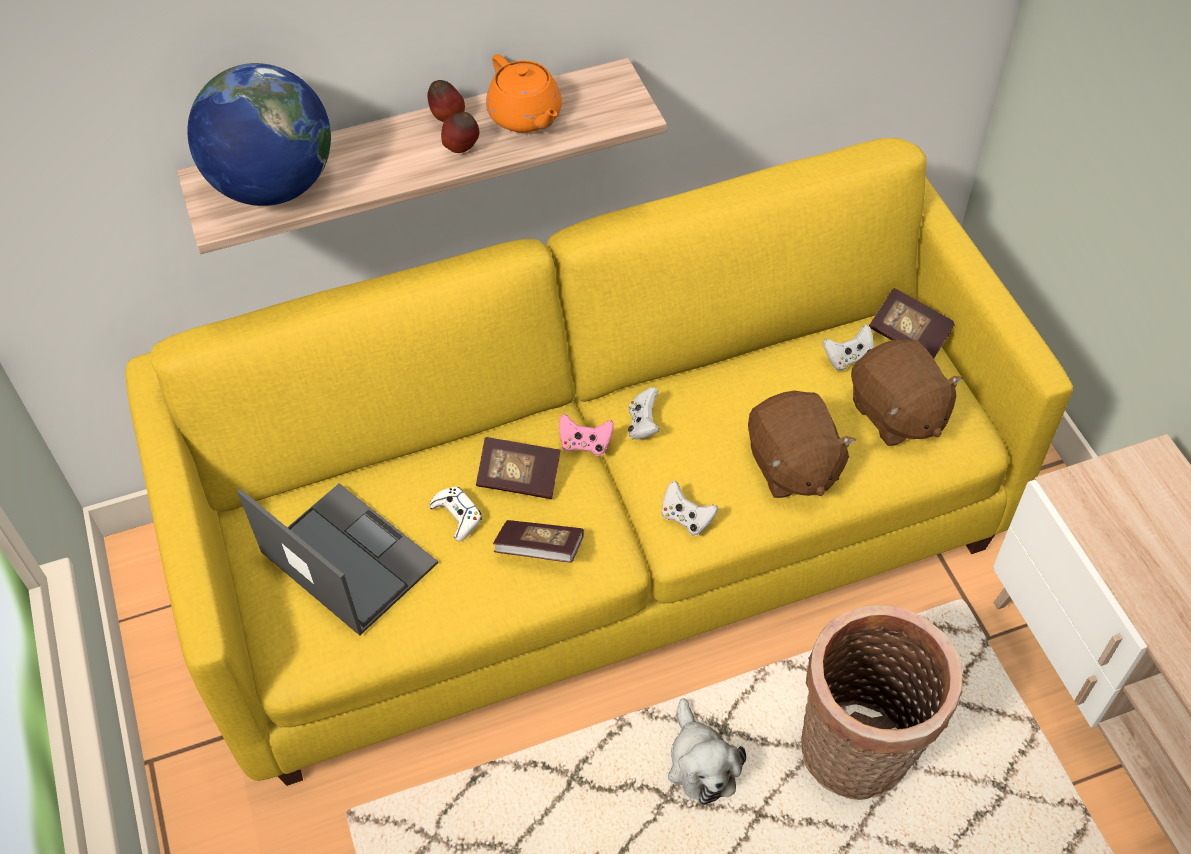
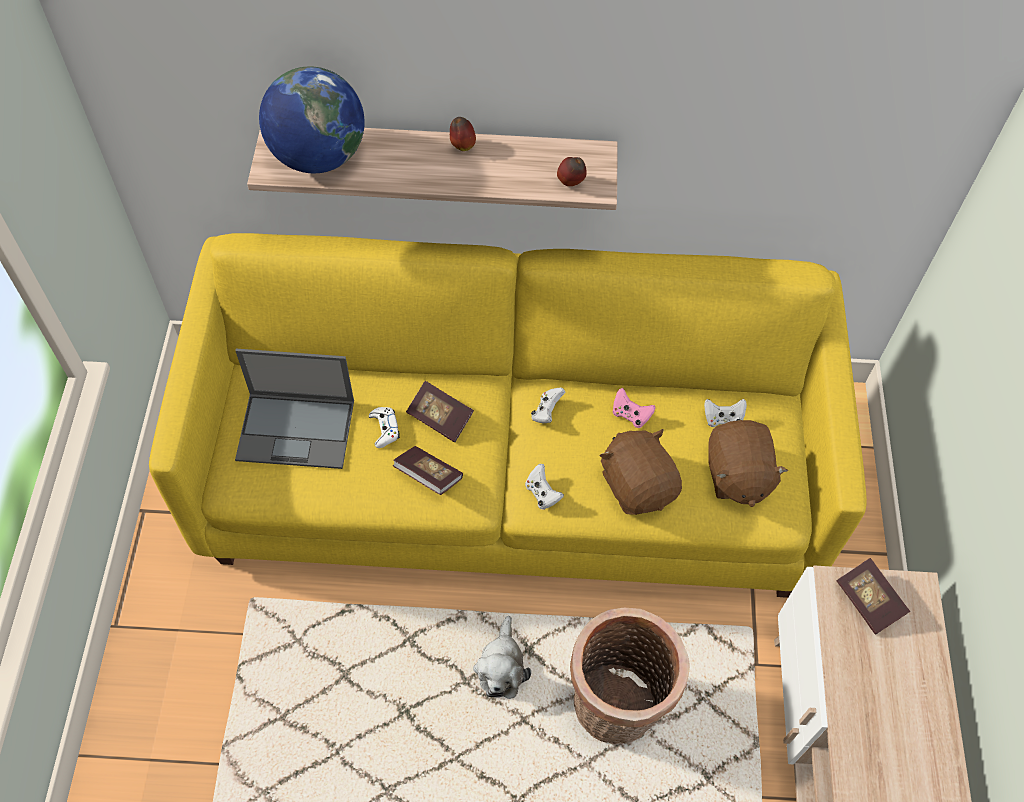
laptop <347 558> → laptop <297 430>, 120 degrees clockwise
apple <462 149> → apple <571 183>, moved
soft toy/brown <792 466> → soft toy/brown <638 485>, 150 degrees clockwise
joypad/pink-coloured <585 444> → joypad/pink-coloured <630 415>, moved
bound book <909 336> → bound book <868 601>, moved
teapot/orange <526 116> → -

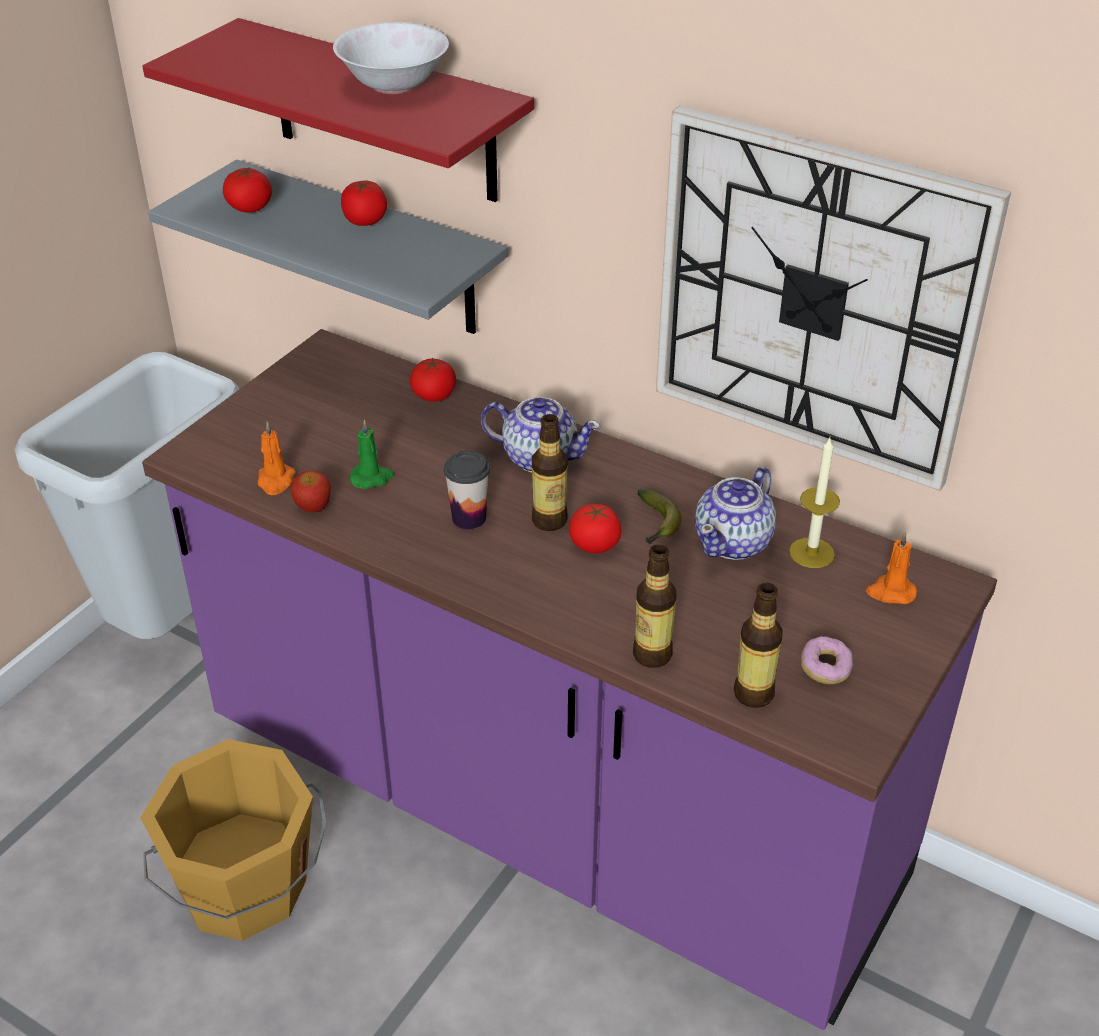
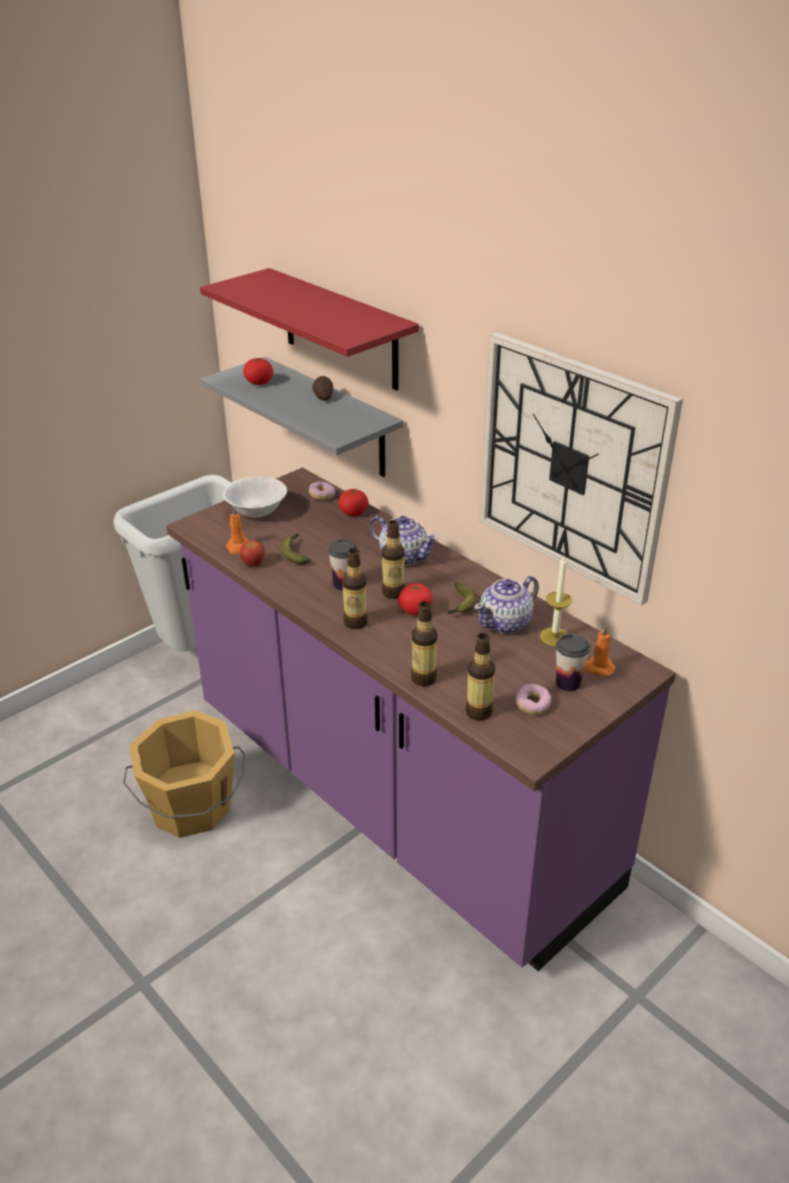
serving bowl/white <393 85> → serving bowl/white <256 512>, moved
wax candle/greenish <372 478> → banana <295 553>
- → donut <322 496>
tomato <365 221> → spud <323 397>
- → beverage bottle <355 622>
- → small cup <568 683>

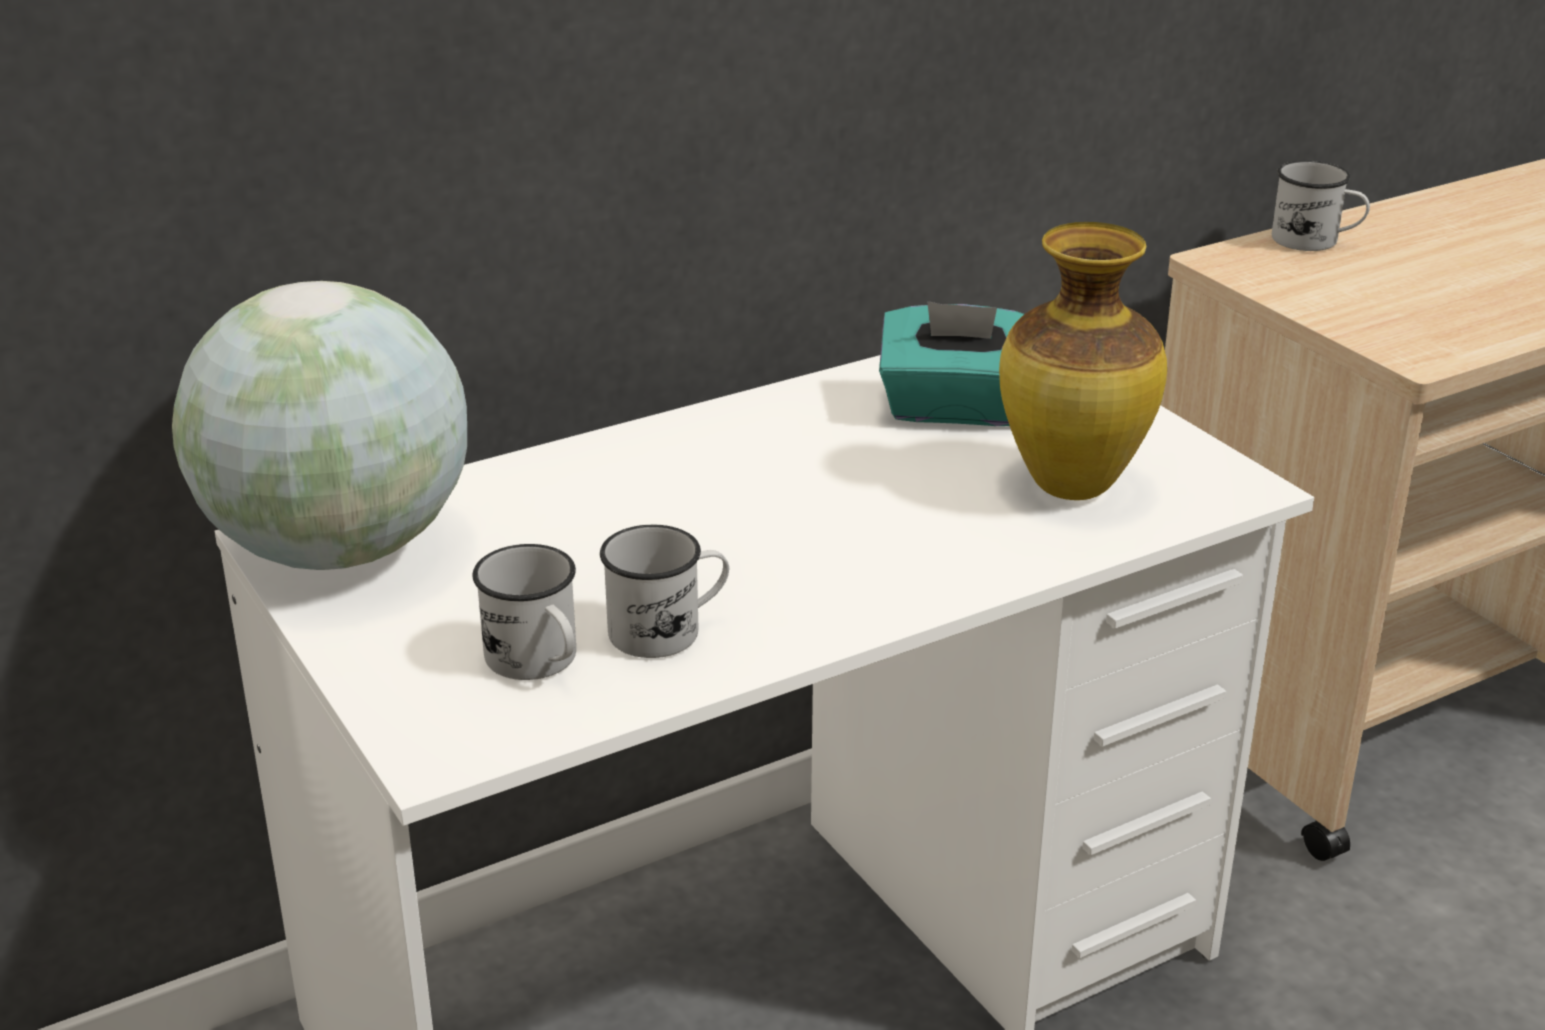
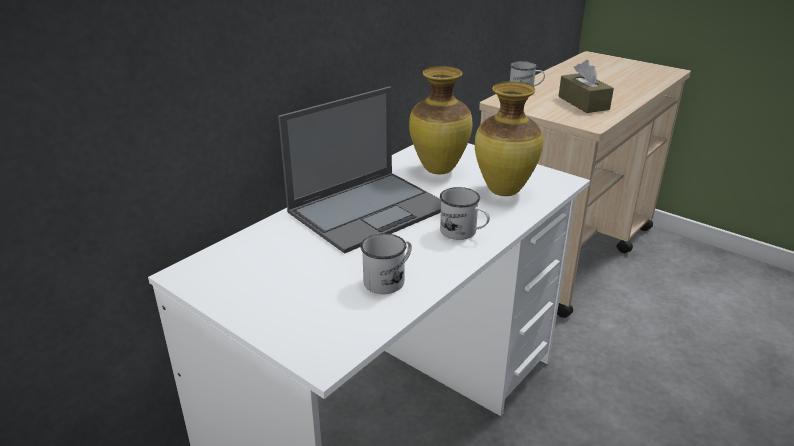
- → laptop <370 209>
tissue holder/turquoise-coloured <957 409> → flower vase <439 169>
coffee mug/white <538 662> → coffee mug/white <463 232>, moved
- → tissue holder/brown <583 103>
desk globe <339 548> → -

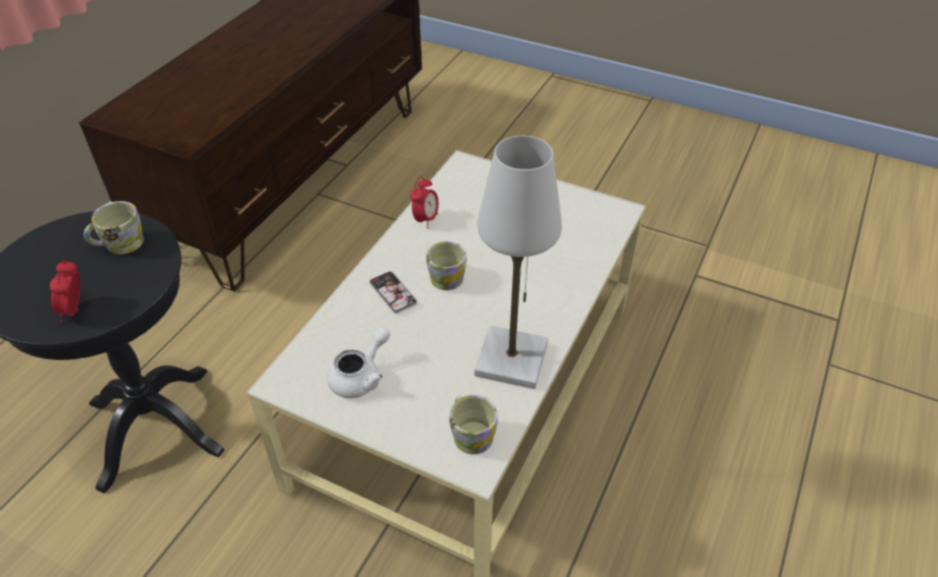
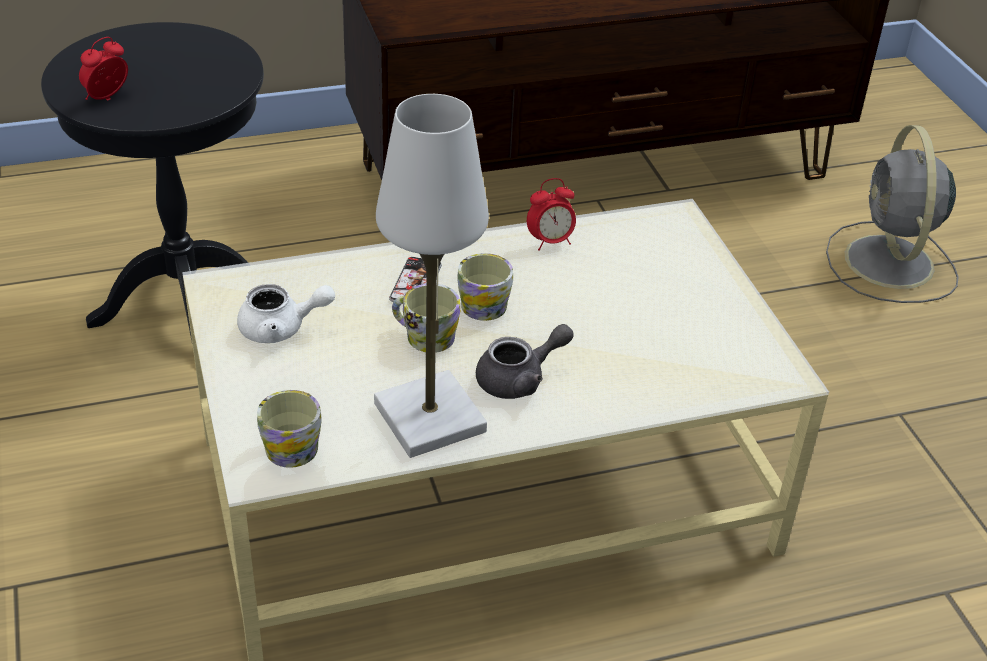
coffee mug <119 244> → coffee mug <424 336>, moved
- → teapot/gray <520 379>
- → fan/gray <890 264>

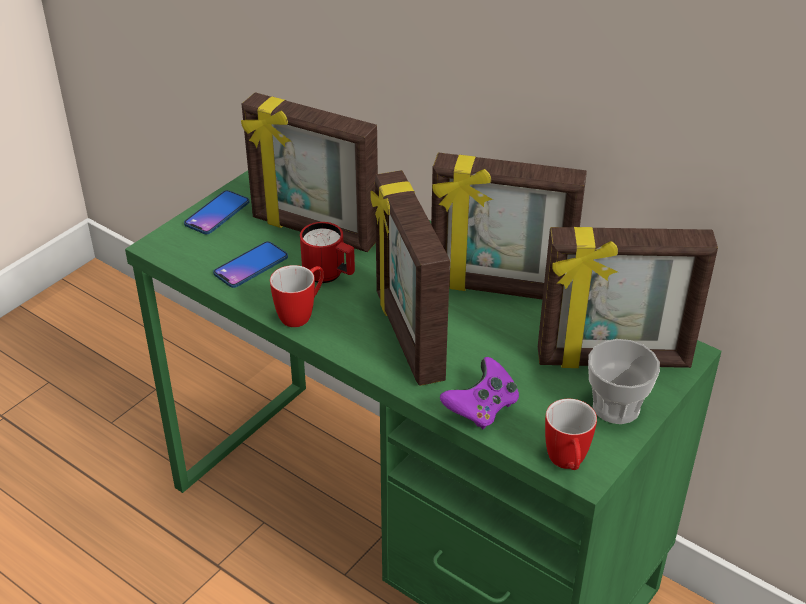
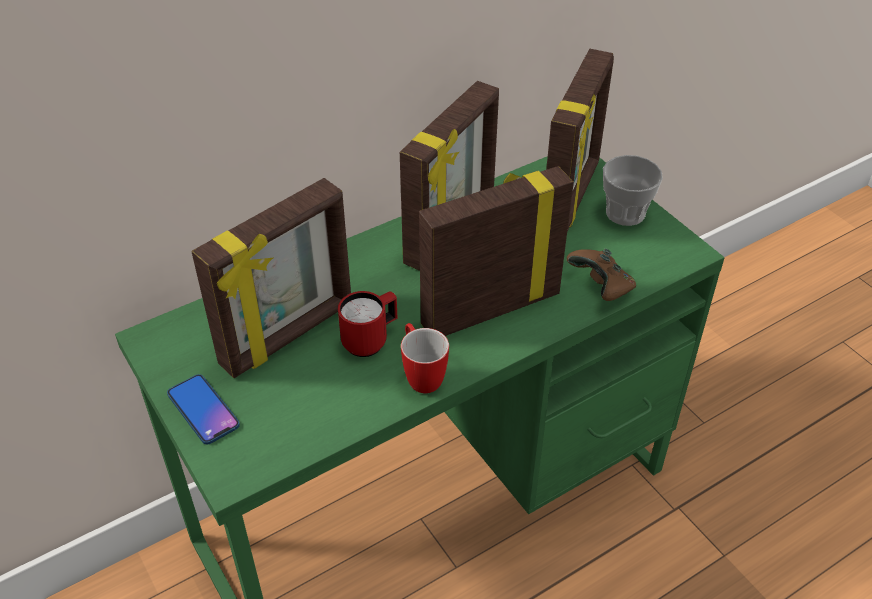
photo frame <407 336> → photo frame <489 308>, 150 degrees clockwise
joypad/purplish <481 409> → joypad/brown <601 287>
phone <251 266> → -
coffee mug <567 465> → -

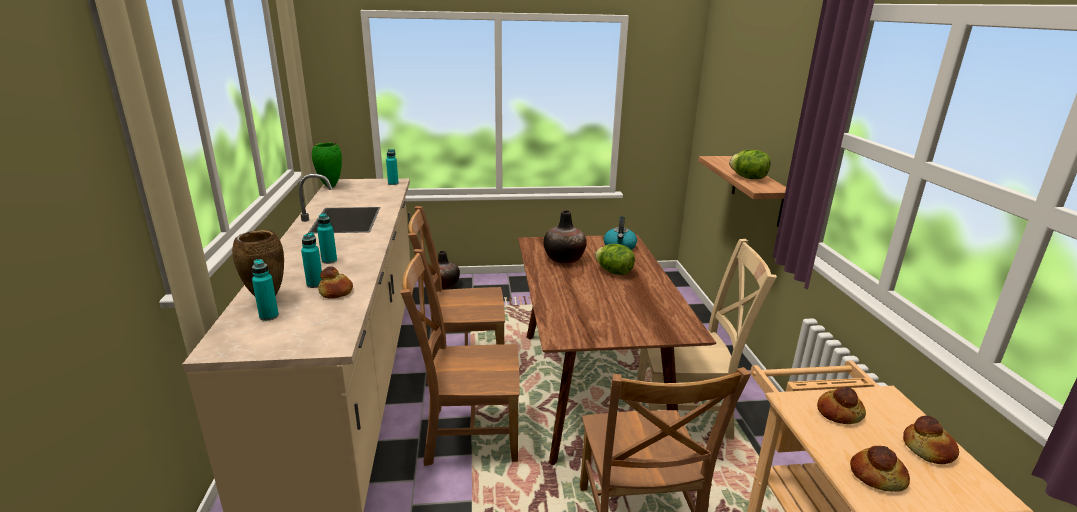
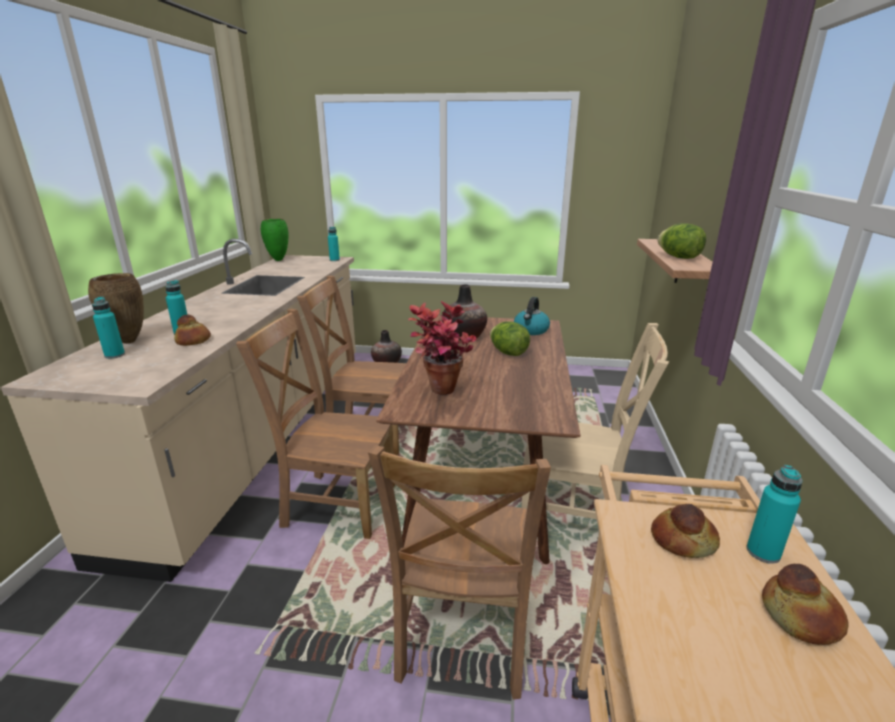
- → potted plant <441 394>
beverage bottle/turquoise-coloured <329 260> → beverage bottle/turquoise-coloured <763 552>, moved
baked bread <877 476> → -

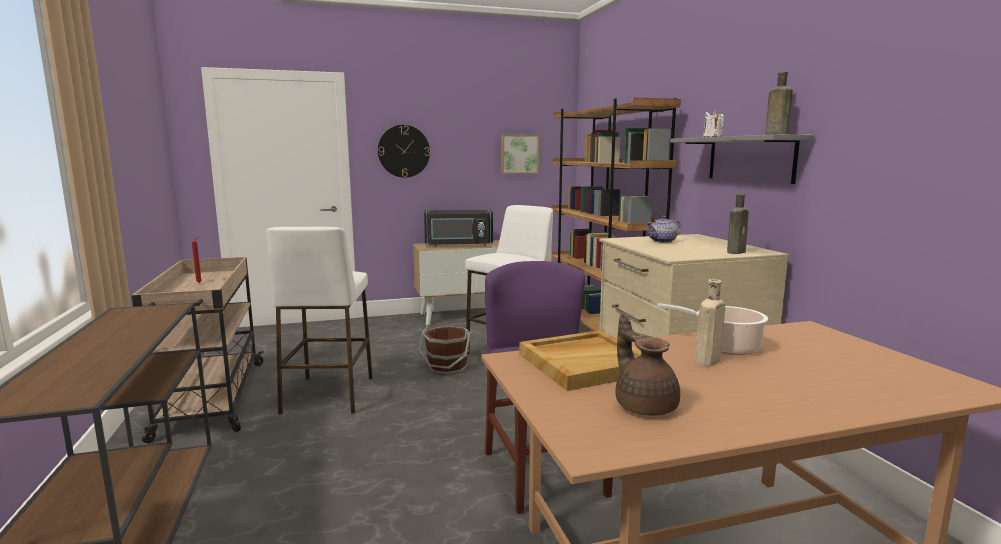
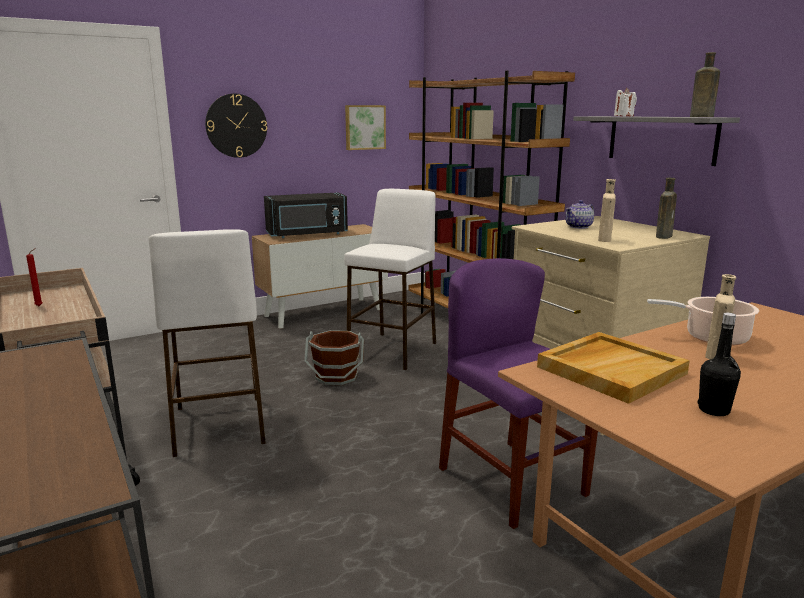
- → beverage bottle/sand-coloured <604 240>
teapot/brown <644 405> → beverage bottle/black <714 410>

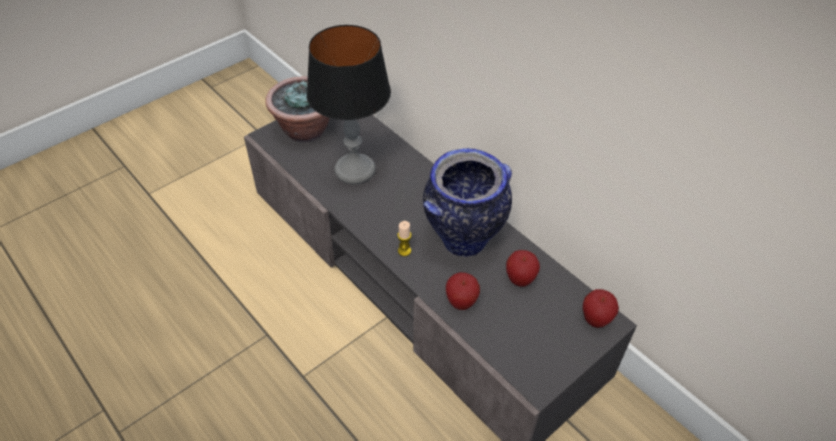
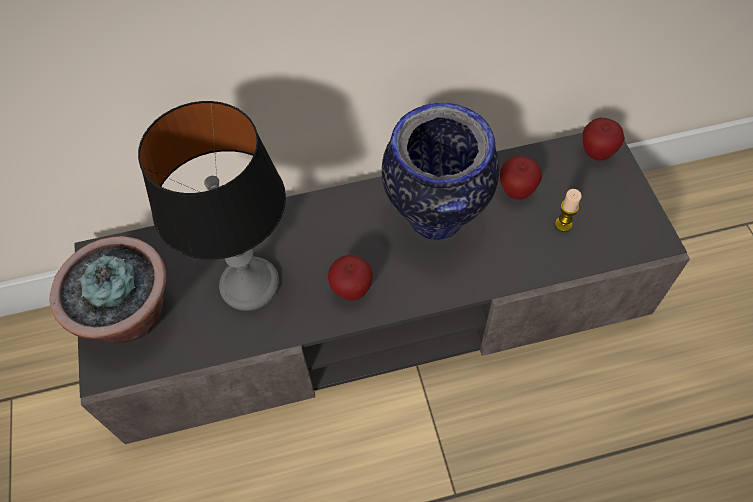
apple <461 302> → apple <352 290>, moved
wax candle <404 251> → wax candle <563 224>, moved

